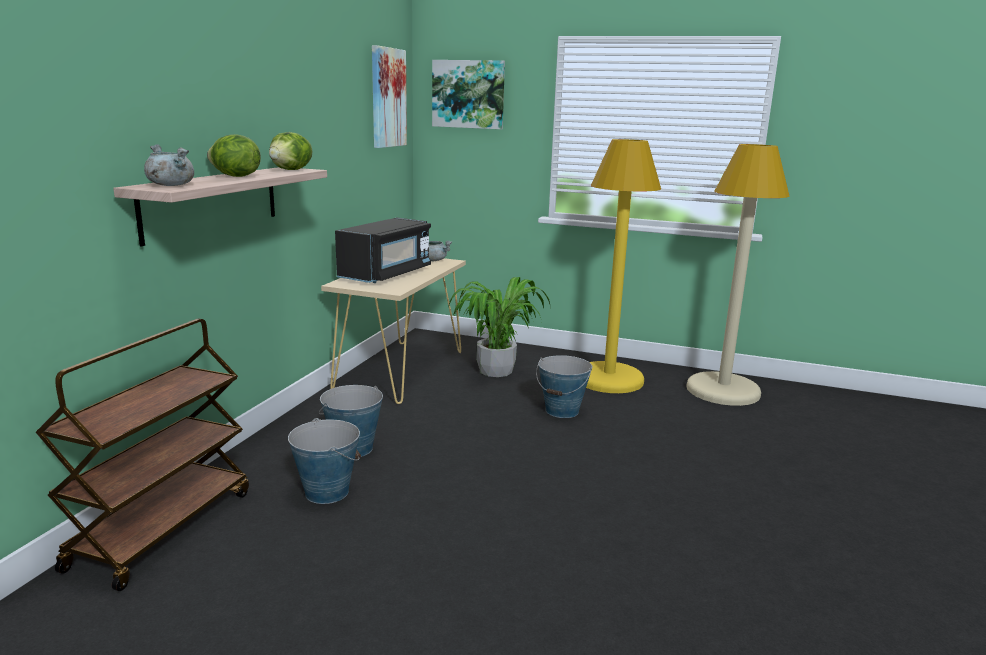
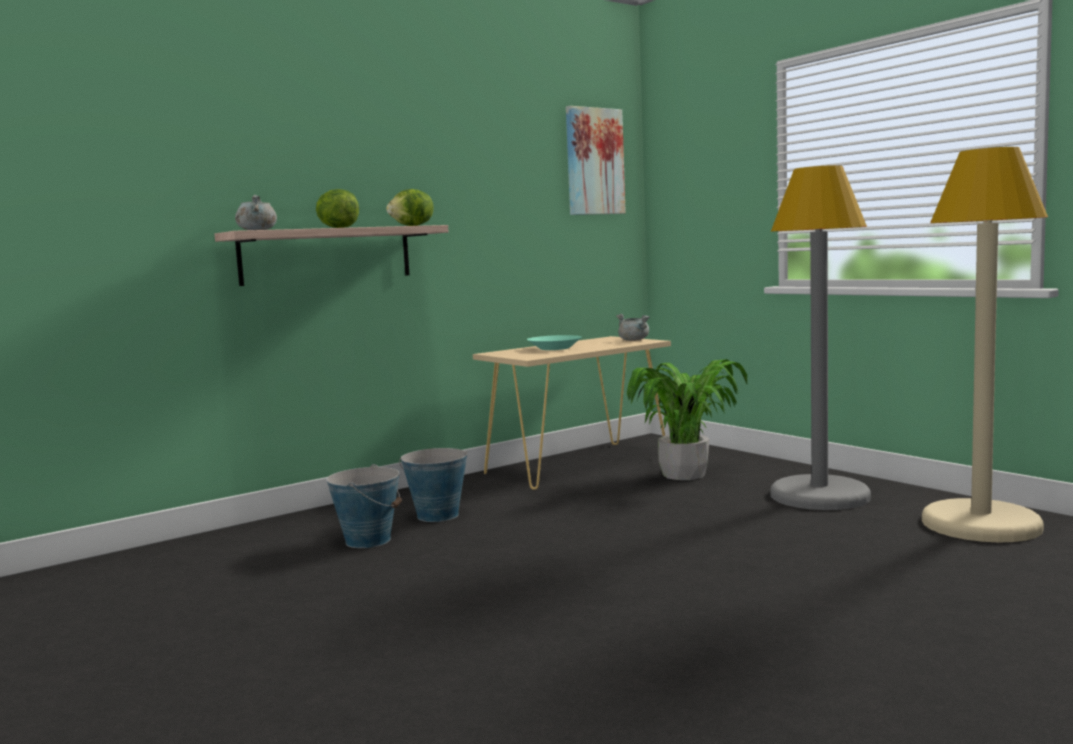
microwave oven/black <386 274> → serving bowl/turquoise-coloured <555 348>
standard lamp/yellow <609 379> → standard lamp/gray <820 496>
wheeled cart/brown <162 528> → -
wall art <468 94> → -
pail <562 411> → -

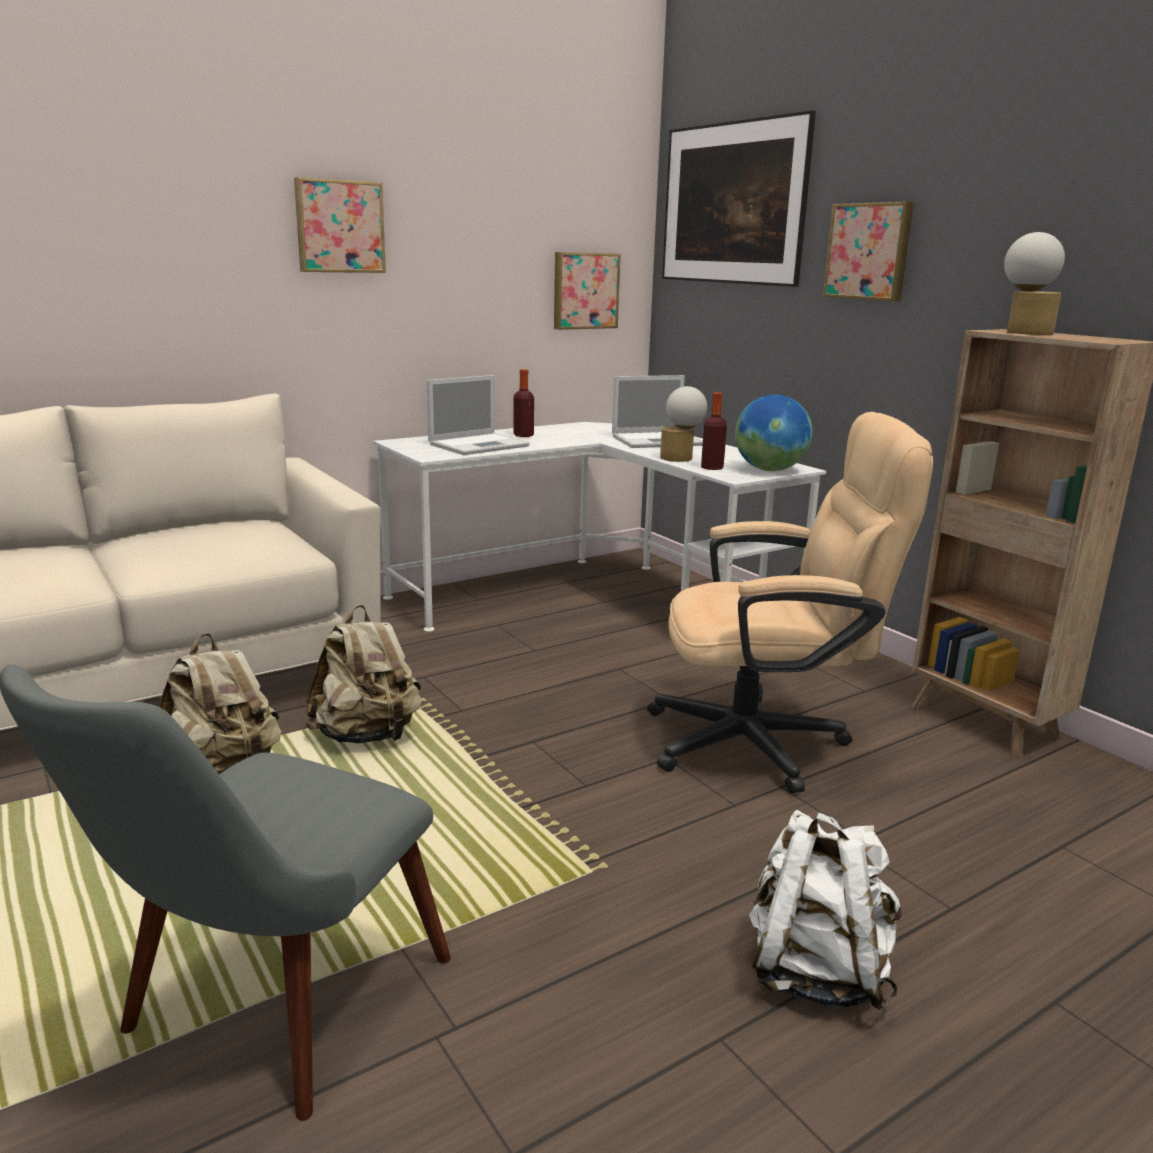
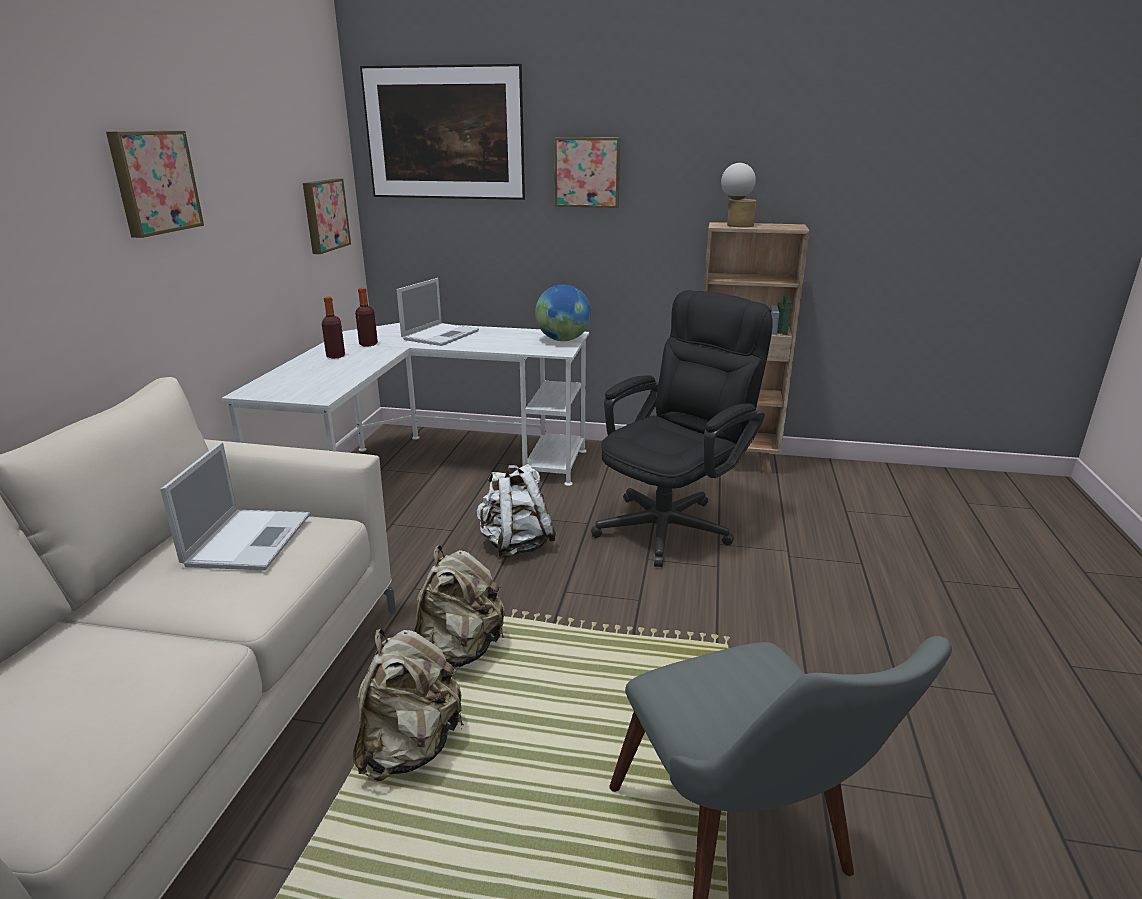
laptop <480 445> → laptop <249 539>, moved
beverage bottle <712 467> → beverage bottle <368 344>, moved
backpack/white <815 972> → backpack/white <515 545>, moved
desk chair/sand-coloured <765 742> → desk chair/black <672 523>
tabletop lamp <681 458> → -

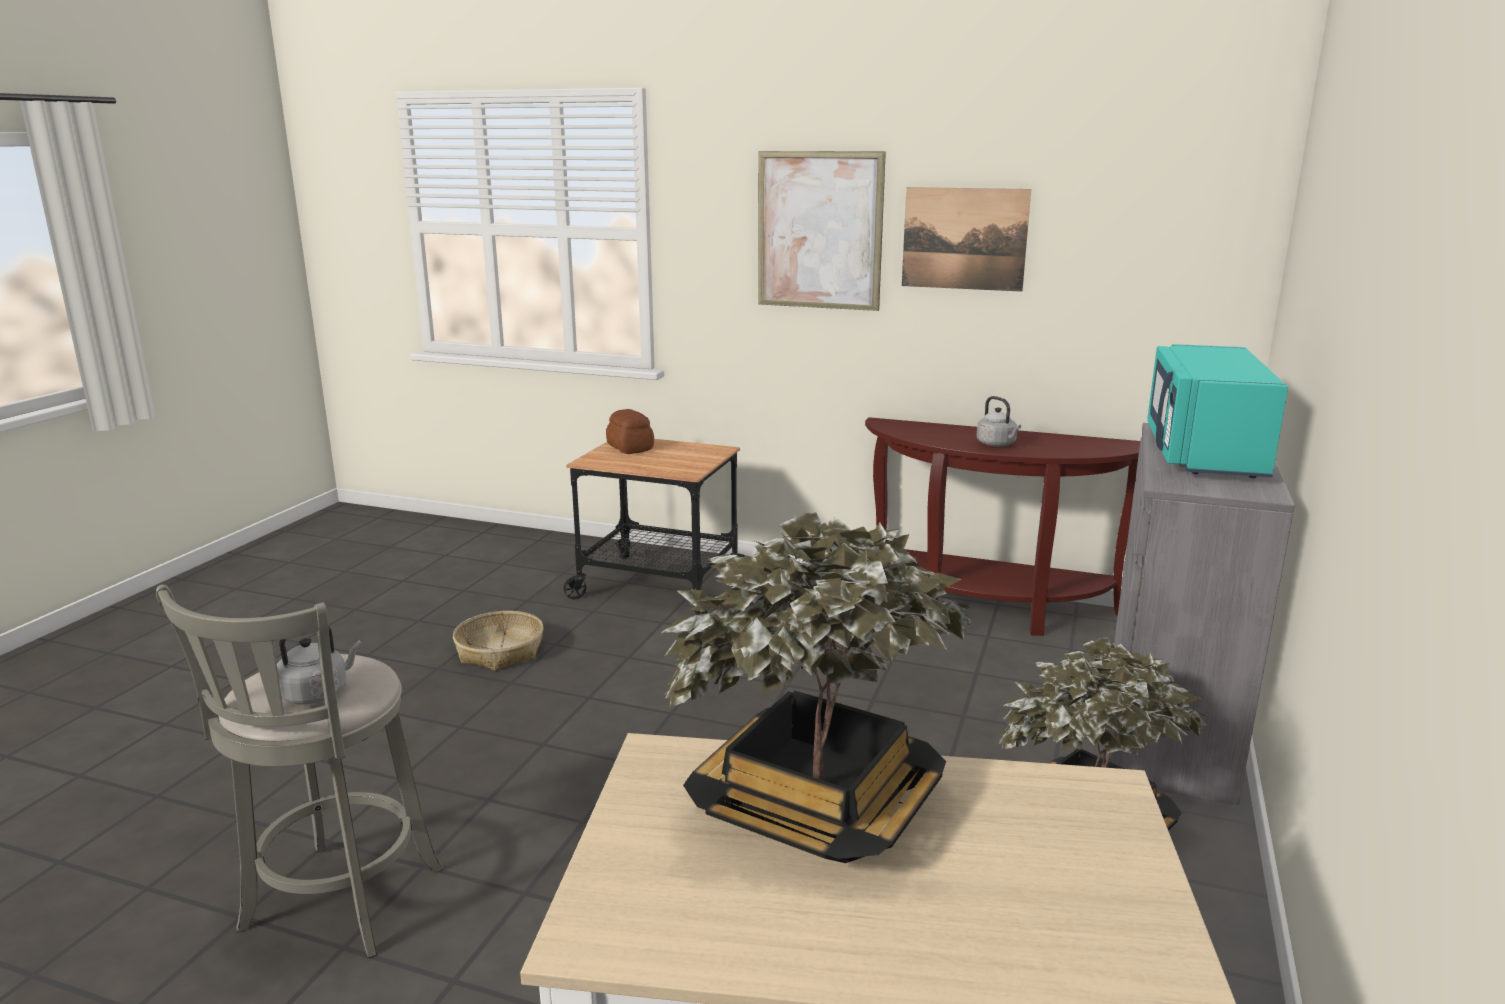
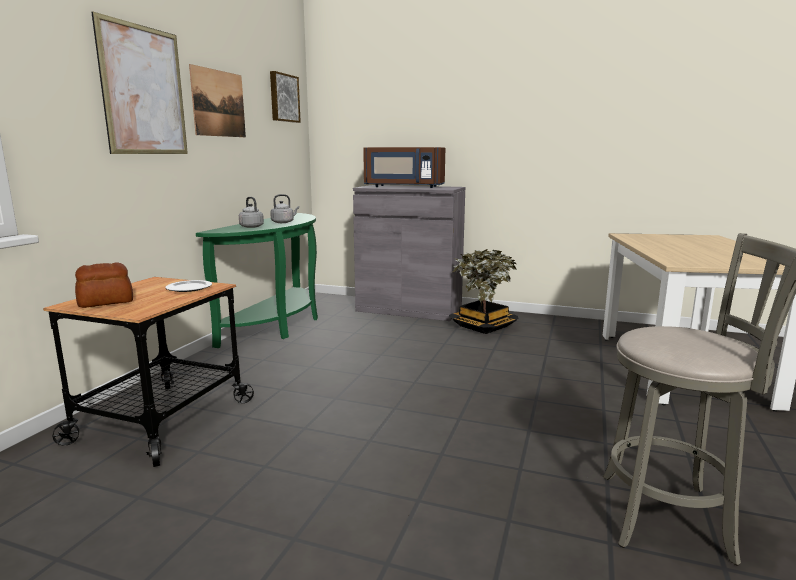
- → plate <189 288>
narrow table/brown <987 608> → narrow table/greenish <278 325>
water kettle/gray <318 693> → water kettle/gray <251 226>, moved
- → wall art <283 98>
microwave oven/turquoise-coloured <1202 453> → microwave oven/brown <404 187>
household basket <500 651> → -
potted plant <817 807> → -

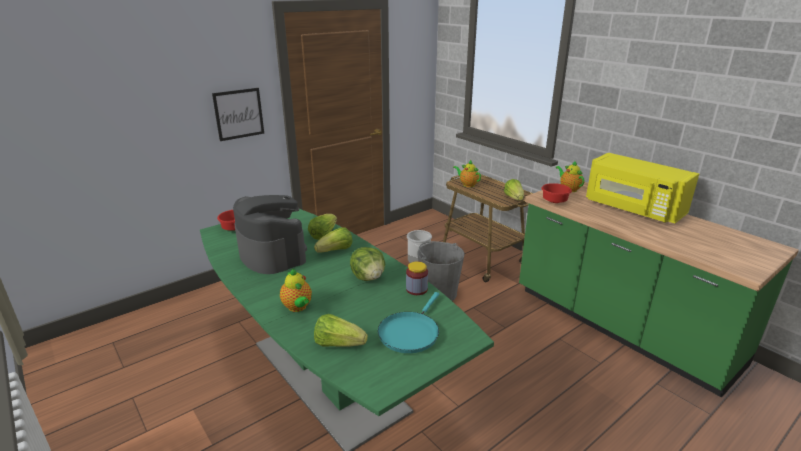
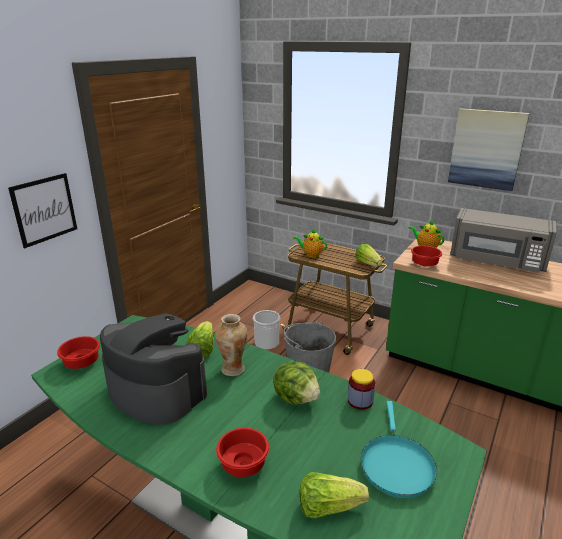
lettuce head <336 251> → flower vase <233 369>
teapot <298 307> → serving bowl/reddish <242 465>
- → wall art <486 149>
microwave oven/yellow <633 209> → microwave oven/gray <496 261>

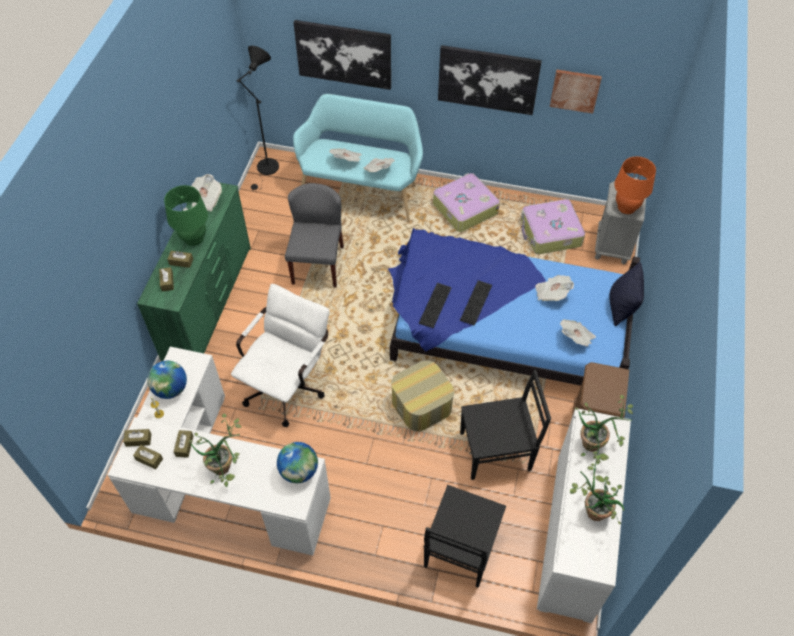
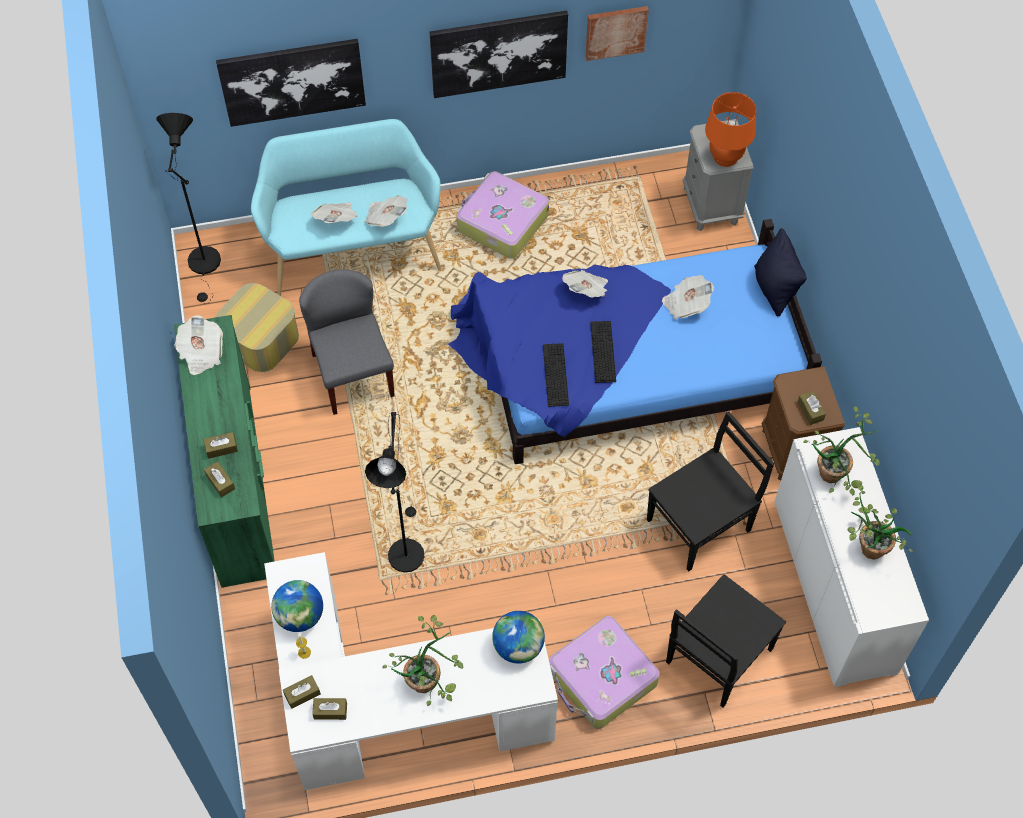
ottoman <422 404> → ottoman <260 339>, moved
desk chair/white <288 385> → standard lamp/black <405 549>
piece of luggage <550 233> → piece of luggage <602 679>, moved
printed paper <576 338> → printed paper <586 290>, moved
plain chair/black <460 549> → plain chair/black <717 657>, 45 degrees clockwise
tissue holder/brown <184 446> → tissue holder/brown <810 411>, moved
tabletop lamp/greenish <194 238> → -

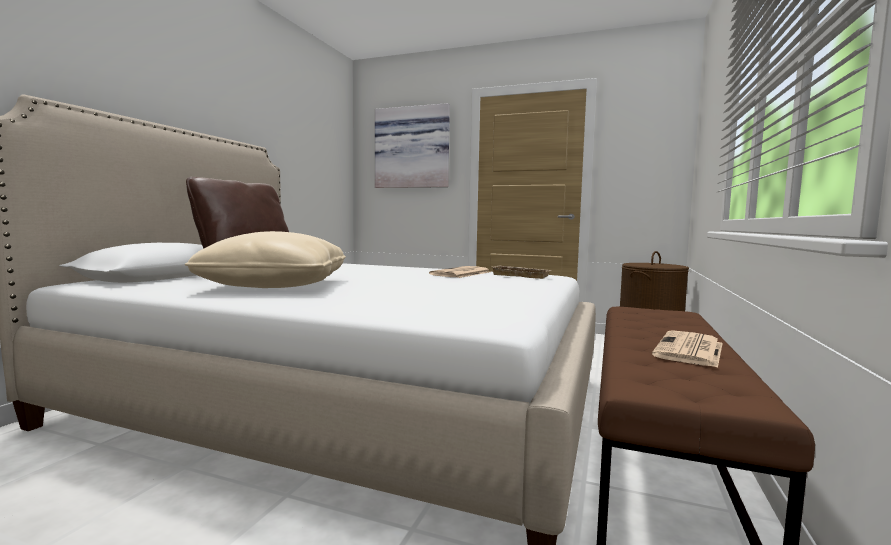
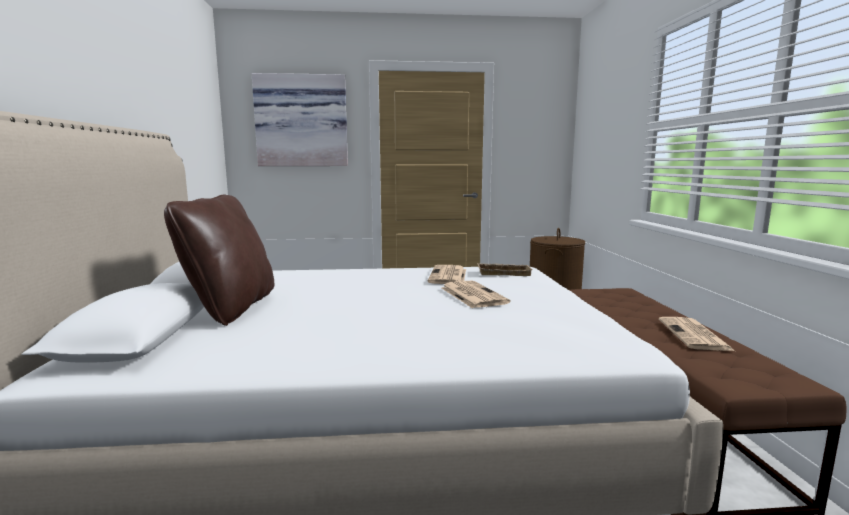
- → printed paper <472 295>
cushion/sand-coloured <276 285> → -

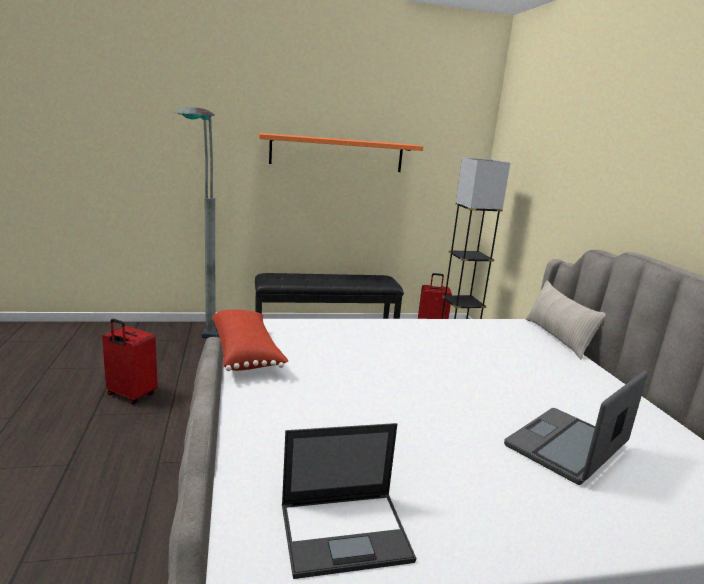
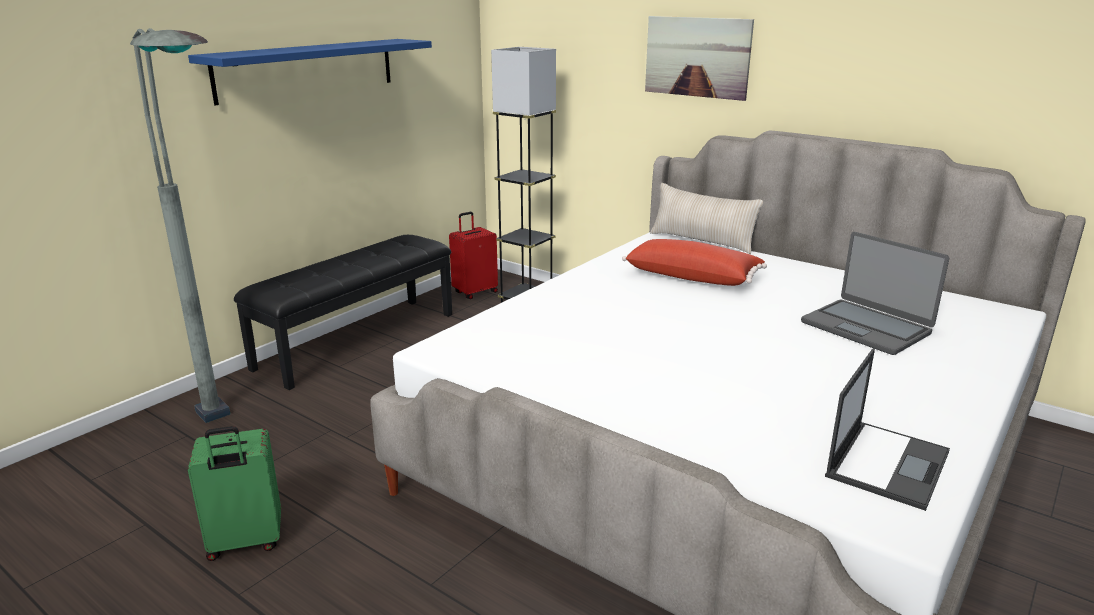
bracket shelf/orange <337 153> → bracket shelf/bluish <307 69>
piece of luggage/reddish <130 395> → piece of luggage/greenish <245 542>
cushion/reddish <246 353> → cushion/reddish <692 277>, moved
- → wall art <697 57>
laptop <567 447> → laptop <866 327>, 45 degrees counterclockwise

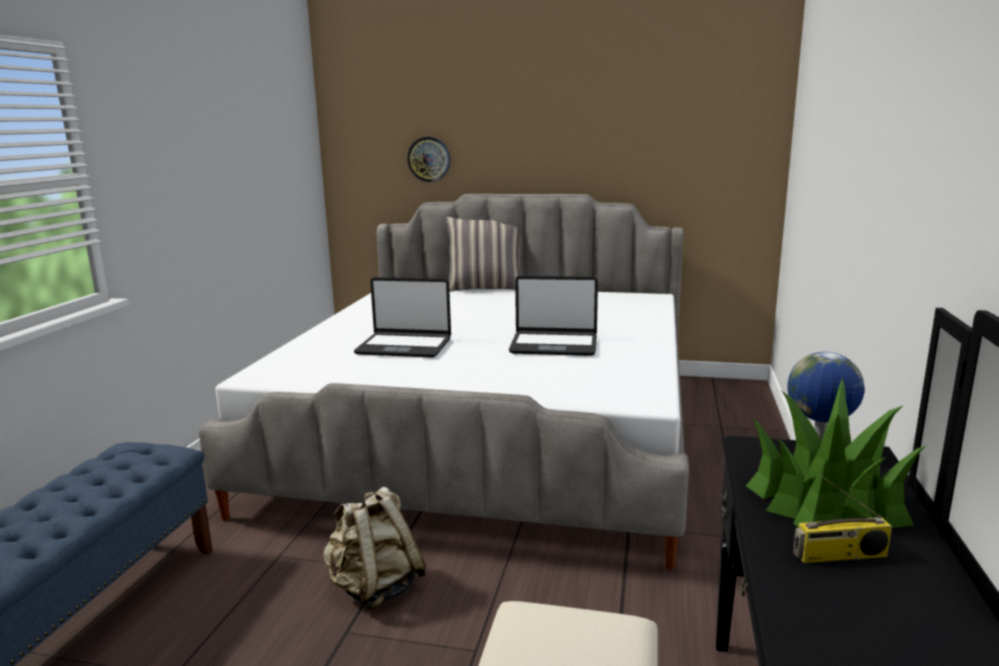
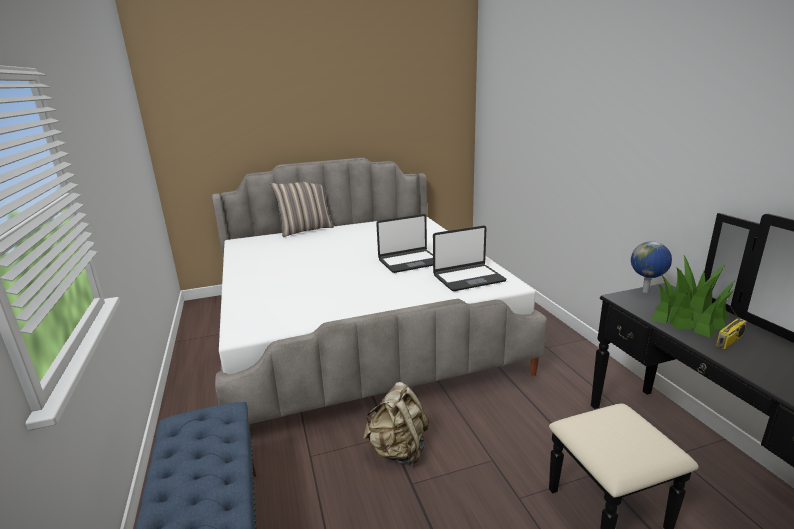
laptop <404 346> → laptop <468 278>, moved
hanging clock <429 159> → -

